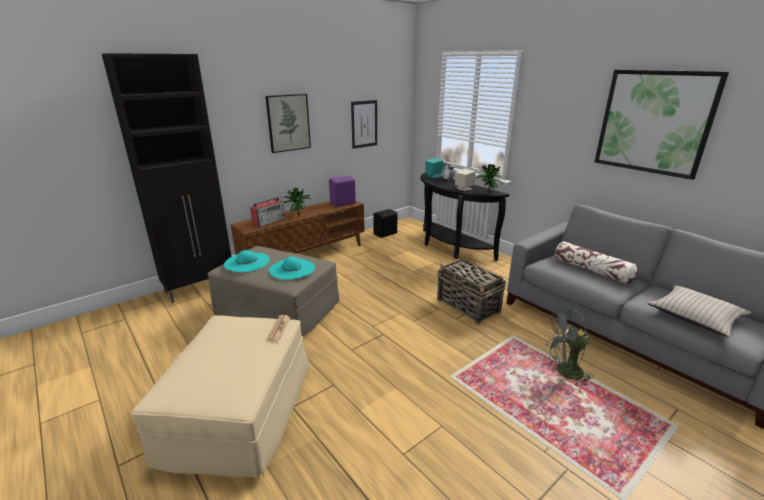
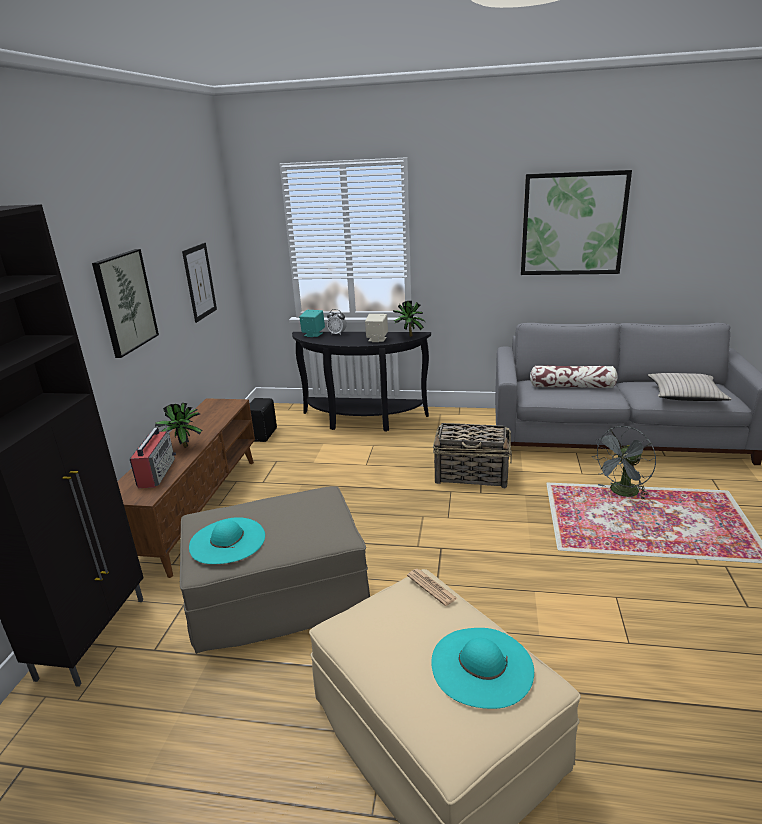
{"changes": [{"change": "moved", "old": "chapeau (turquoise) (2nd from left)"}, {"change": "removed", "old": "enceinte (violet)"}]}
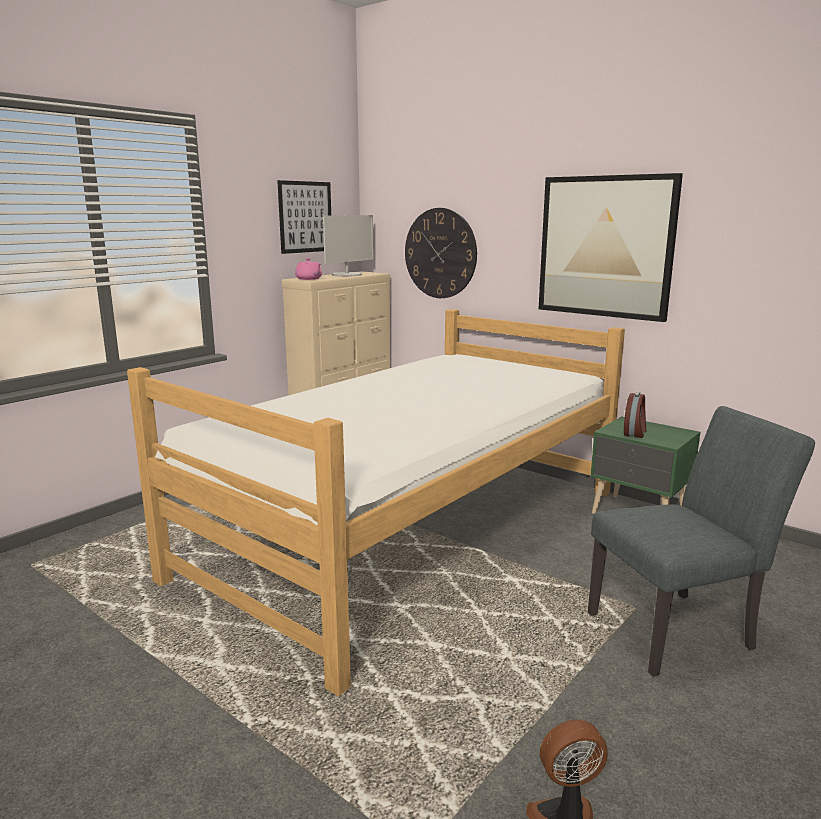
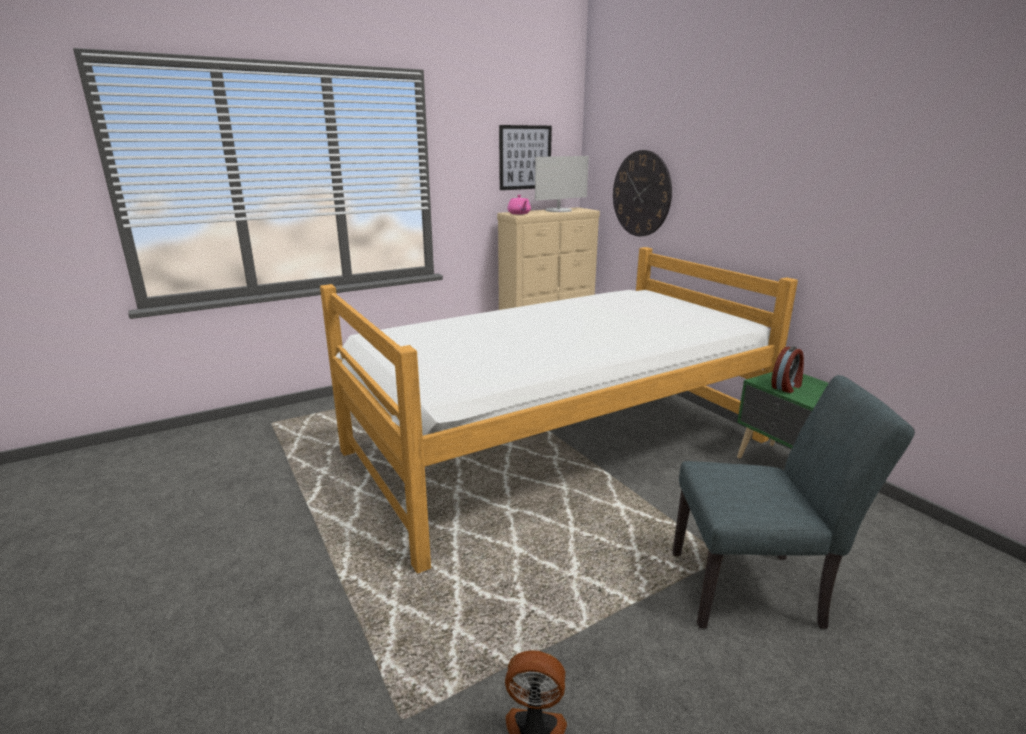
{"changes": [{"change": "removed", "old": "tableau (2nd from left)"}]}
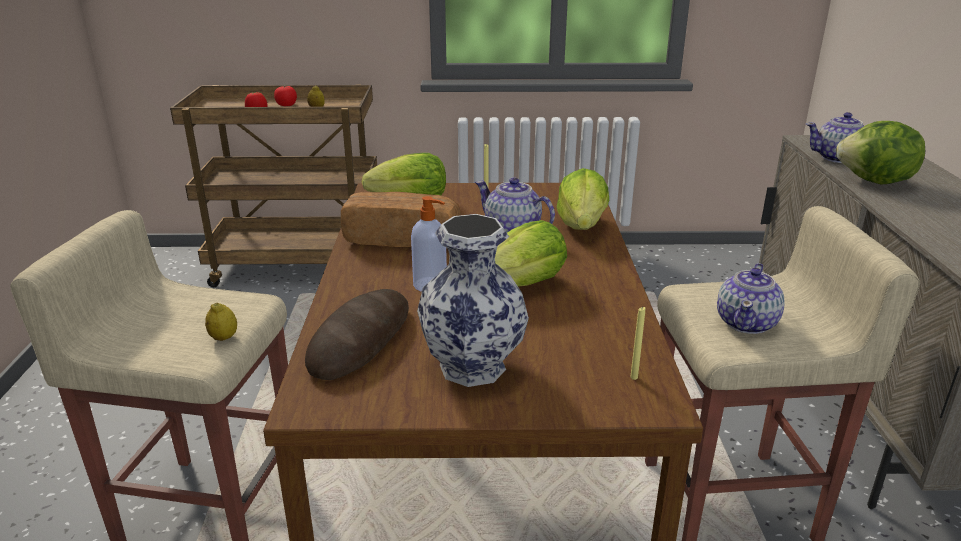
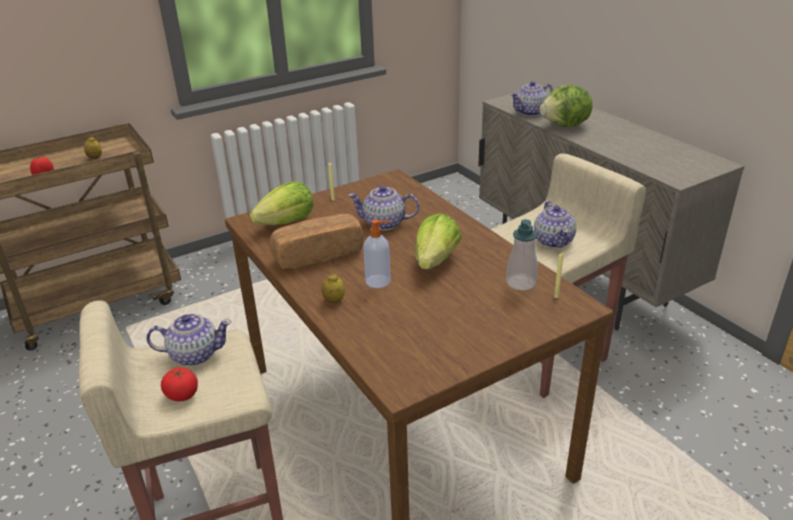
{"changes": [{"change": "moved", "old": "citron (1st from left in the first image)", "new": "citron (2nd from left)"}, {"change": "moved", "old": "tomate (2nd from left)"}, {"change": "removed", "old": "pain (1st from left)"}, {"change": "removed", "old": "vase"}, {"change": "removed", "old": "laitue (3rd from left)"}, {"change": "added", "new": "théière (1st from left)"}, {"change": "added", "new": "distributeur de savon (2nd from left)"}]}
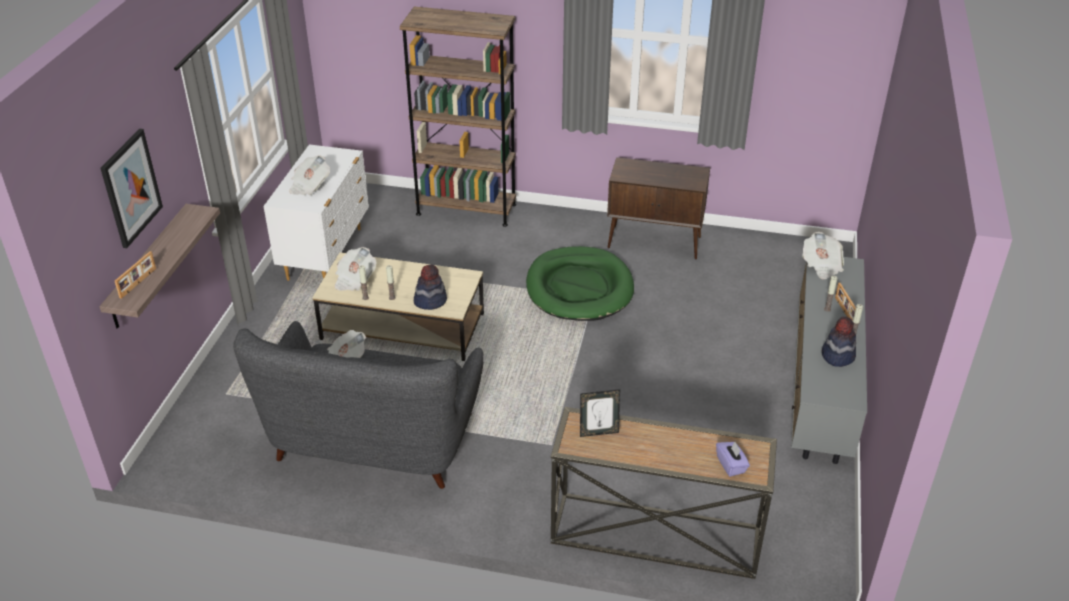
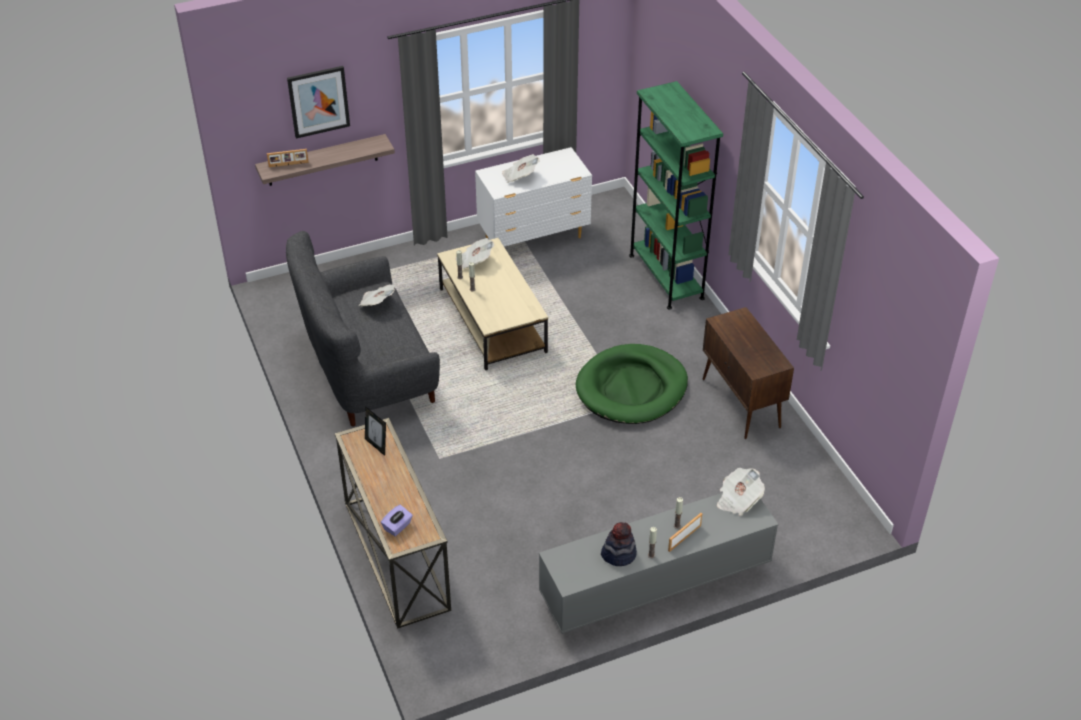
{"changes": [{"change": "recoloured", "old": "bibliothèque (marron)", "new": "bibliothèque (vert)"}, {"change": "removed", "old": "chapeau (1st from left)"}]}
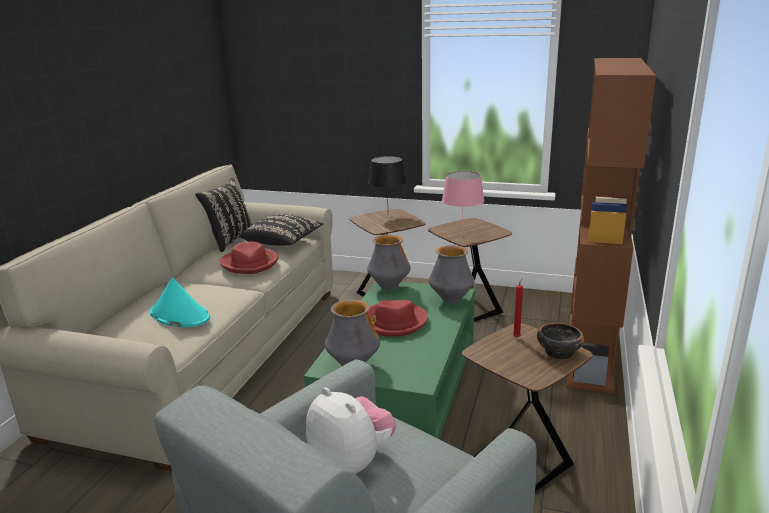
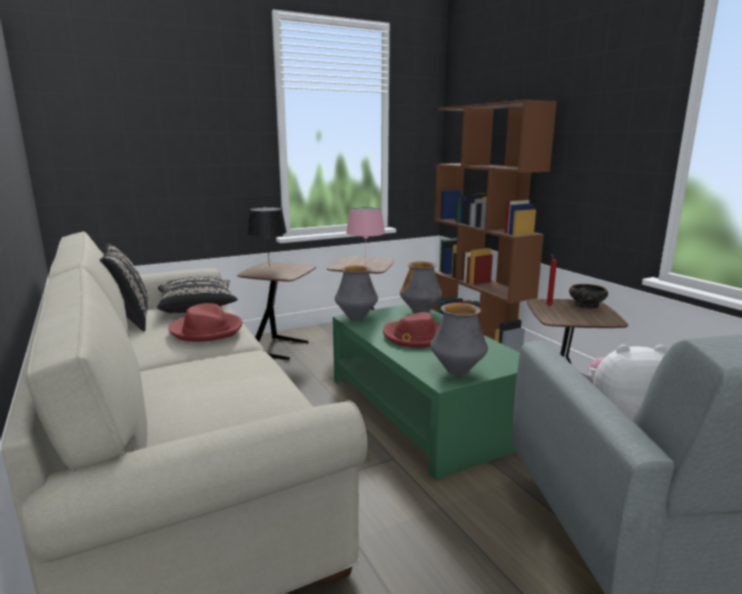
{"changes": [{"change": "removed", "old": "chapeau (turquoise)"}]}
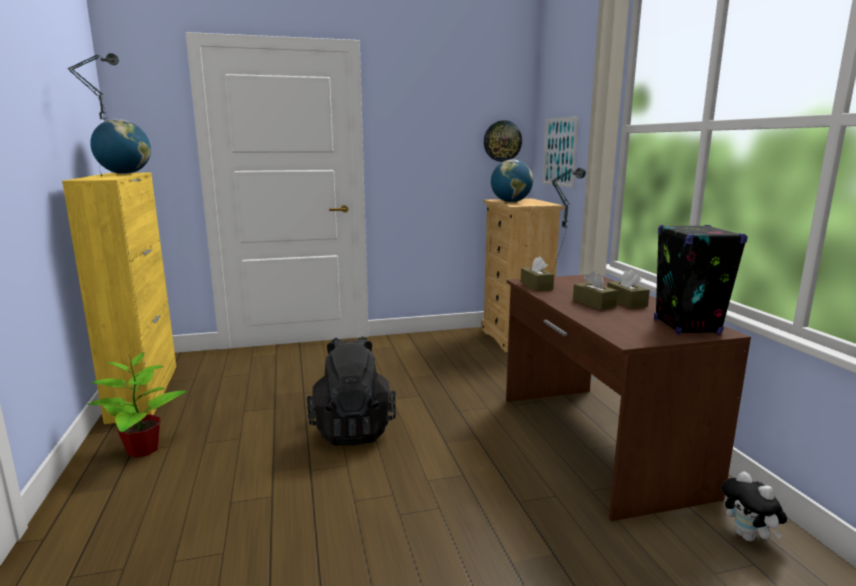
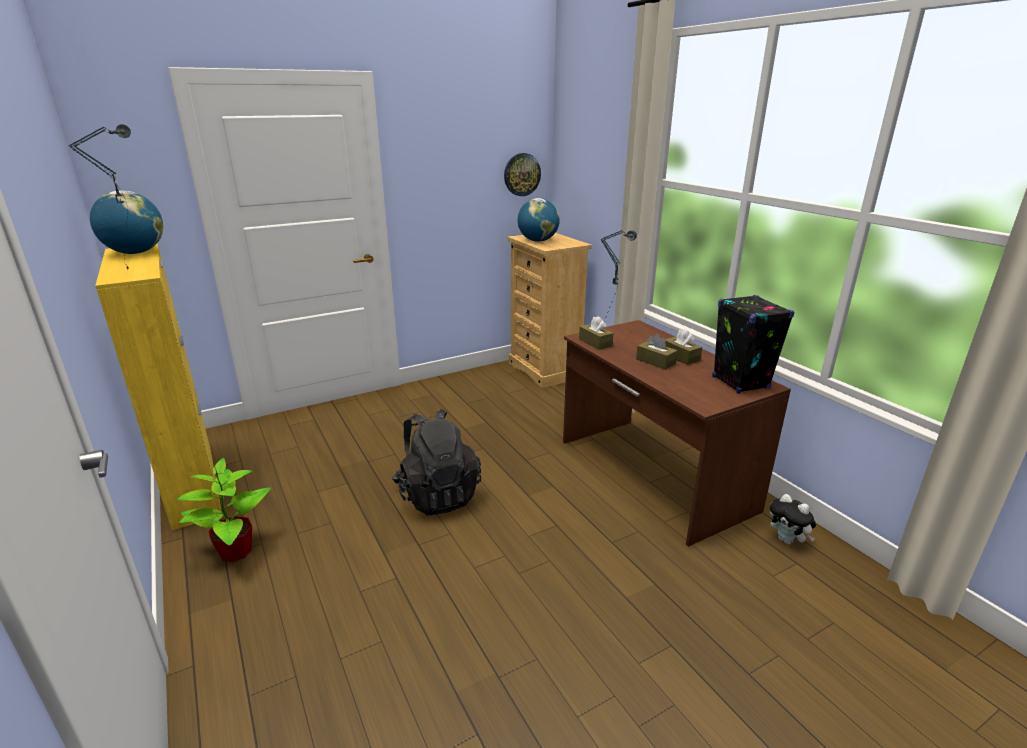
{"changes": [{"change": "removed", "old": "tableau"}]}
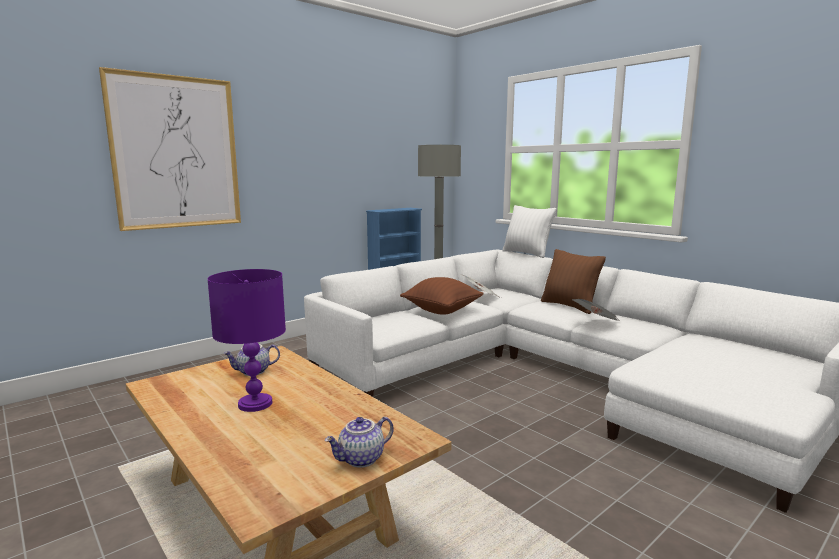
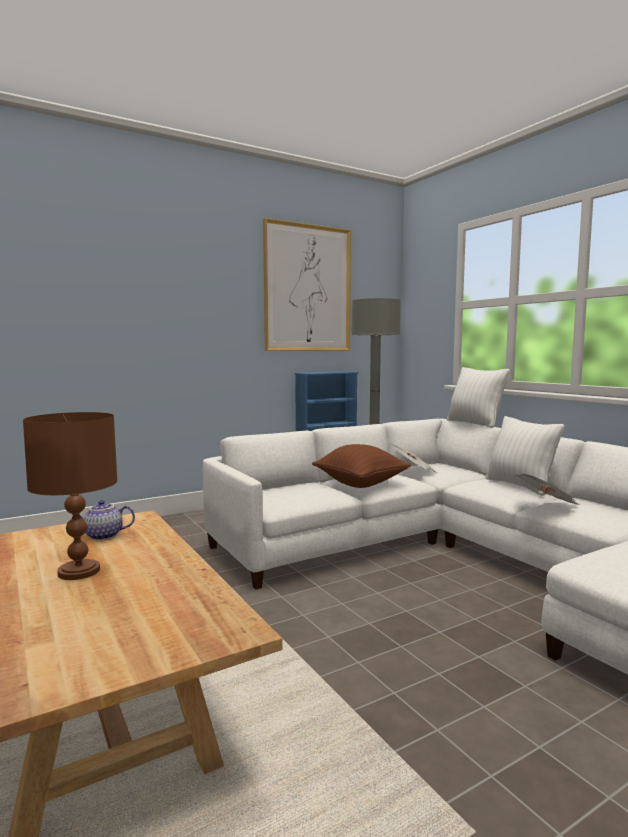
{"changes": [{"change": "moved", "old": "tableau"}, {"change": "recoloured", "old": "lampe de table (violet)", "new": "lampe de table (marron)"}, {"change": "removed", "old": "théière (2nd from left)"}, {"change": "recoloured", "old": "coussin (marron) (2nd from left)", "new": "coussin (blanc) (2nd from left)"}]}
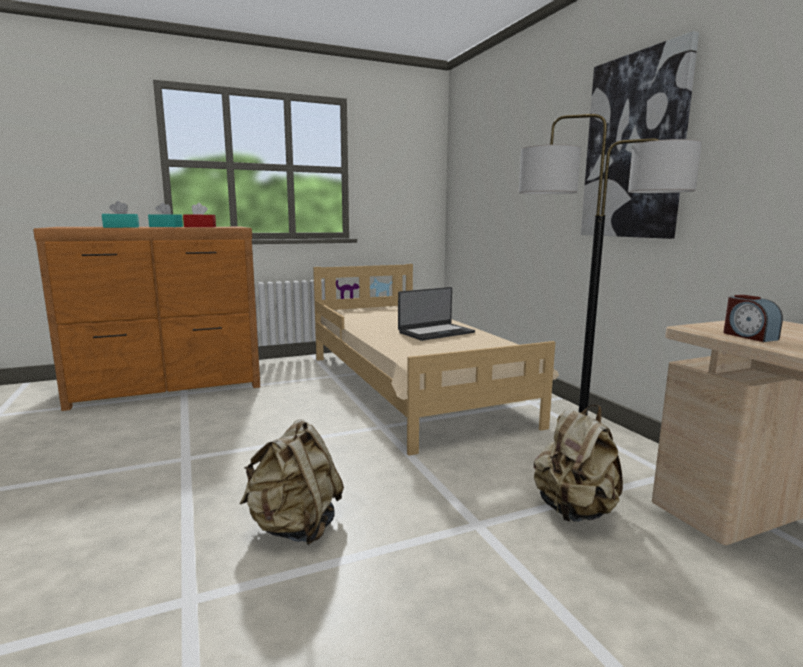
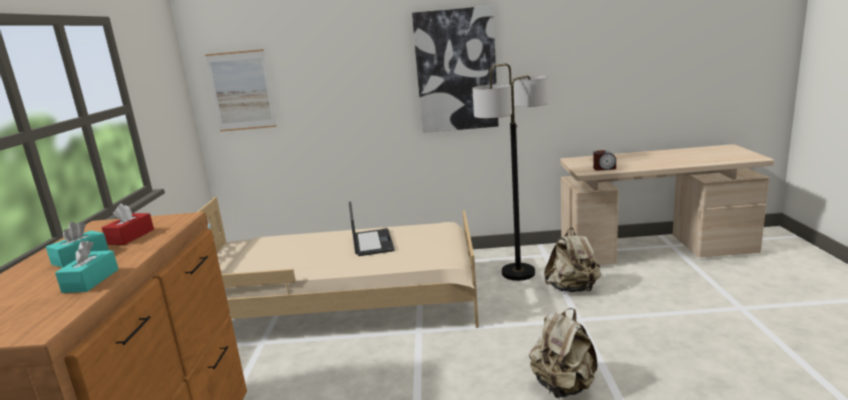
{"changes": [{"change": "added", "new": "tableau (1st from left)"}]}
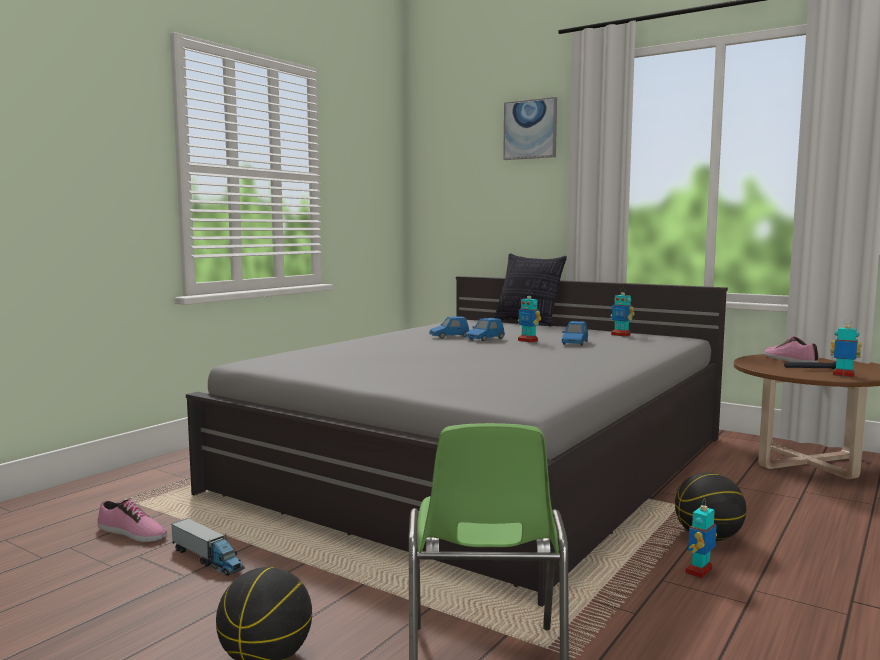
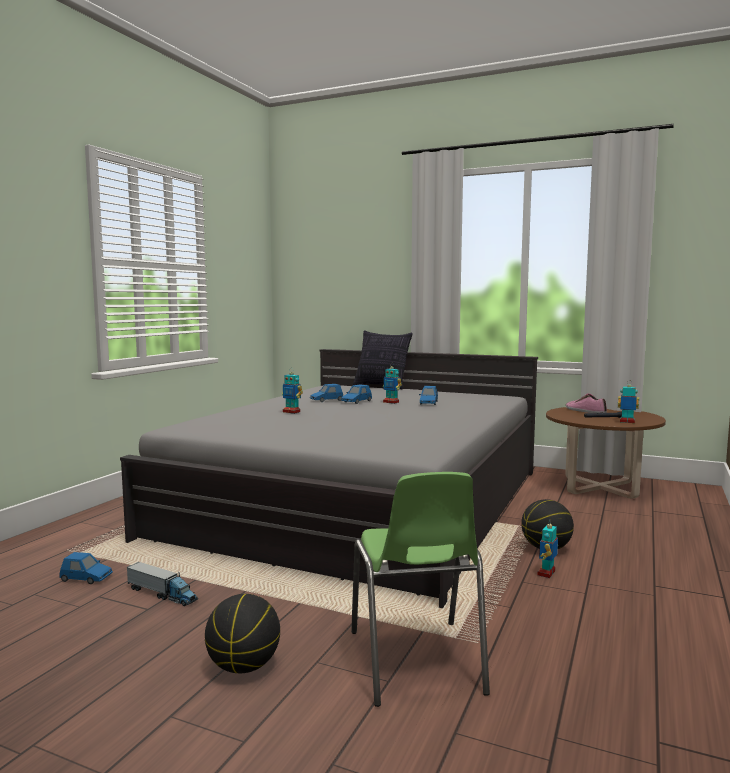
{"changes": [{"change": "replaced", "old": "chaussure (1st from left)", "new": "petite voiture (bleu) (1st from left)"}, {"change": "removed", "old": "tableau"}, {"change": "moved", "old": "robot jouet (2nd from left in the first image)", "new": "robot jouet (1st from left)"}]}
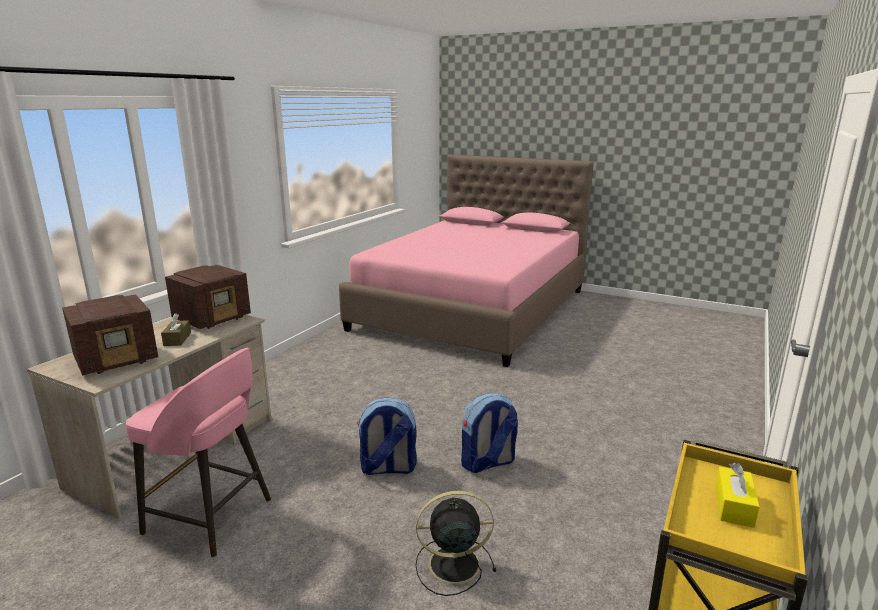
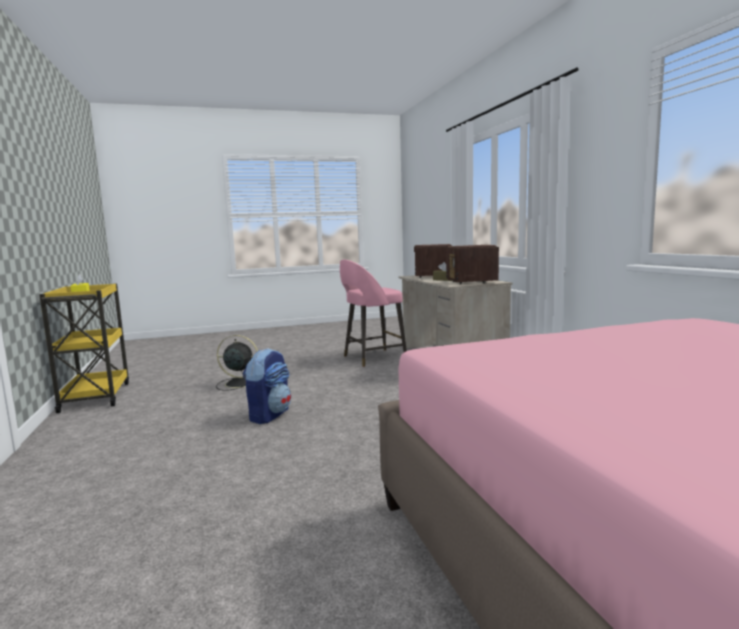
{"changes": [{"change": "removed", "old": "sac à dos (1st from left)"}, {"change": "turned", "old": "ventilateur (noir)", "degrees": -120}]}
